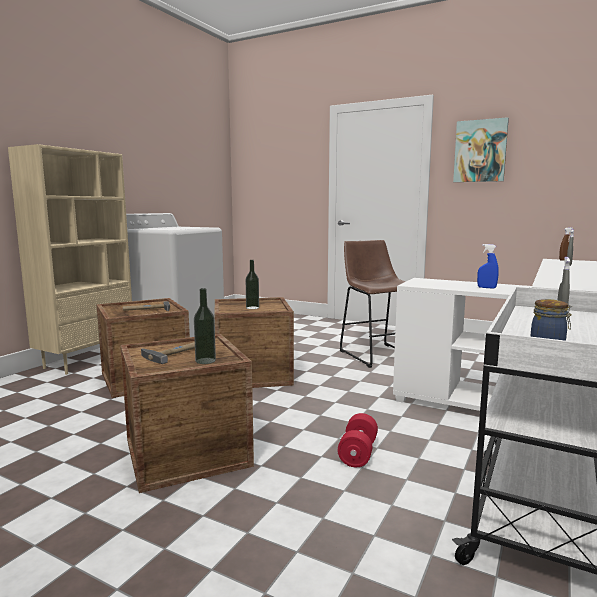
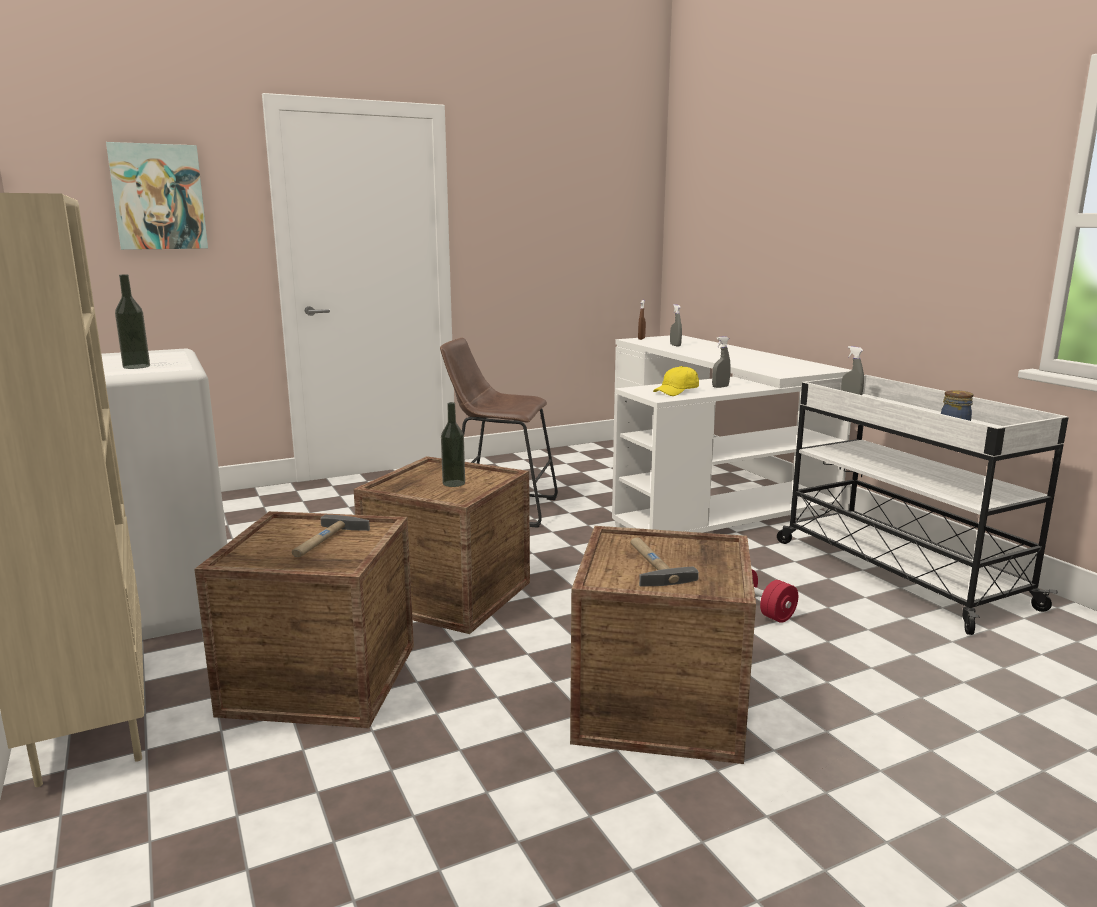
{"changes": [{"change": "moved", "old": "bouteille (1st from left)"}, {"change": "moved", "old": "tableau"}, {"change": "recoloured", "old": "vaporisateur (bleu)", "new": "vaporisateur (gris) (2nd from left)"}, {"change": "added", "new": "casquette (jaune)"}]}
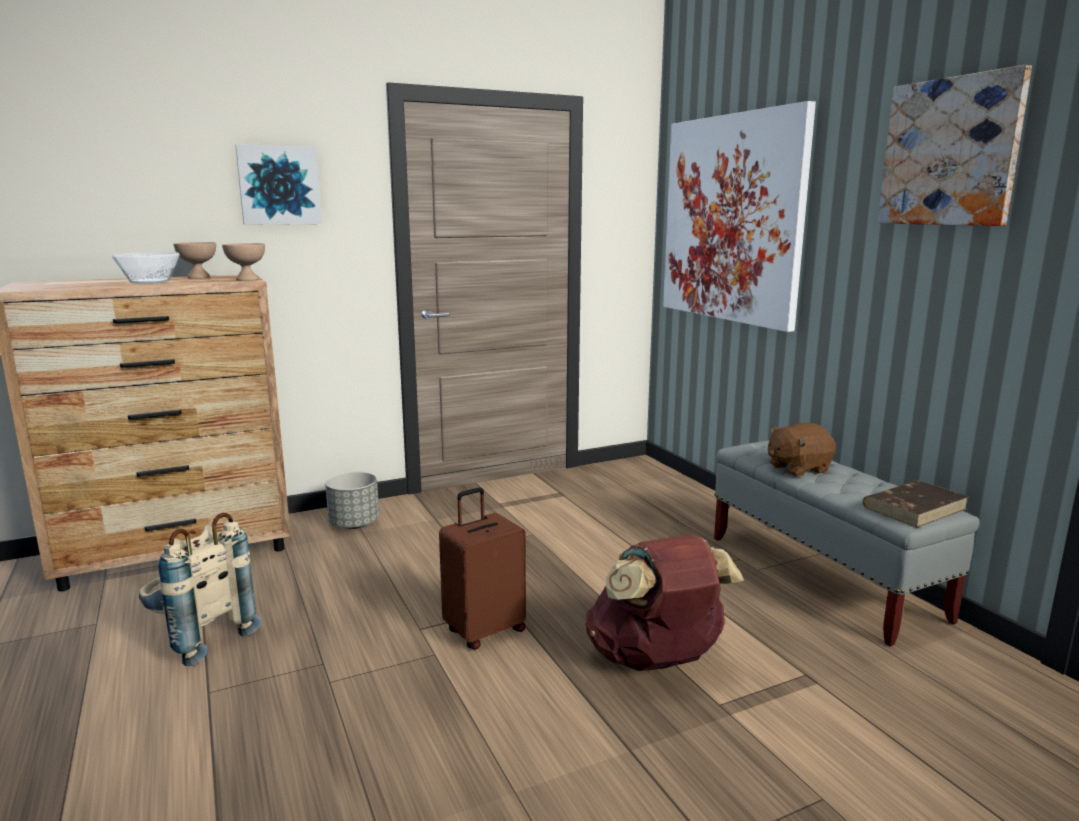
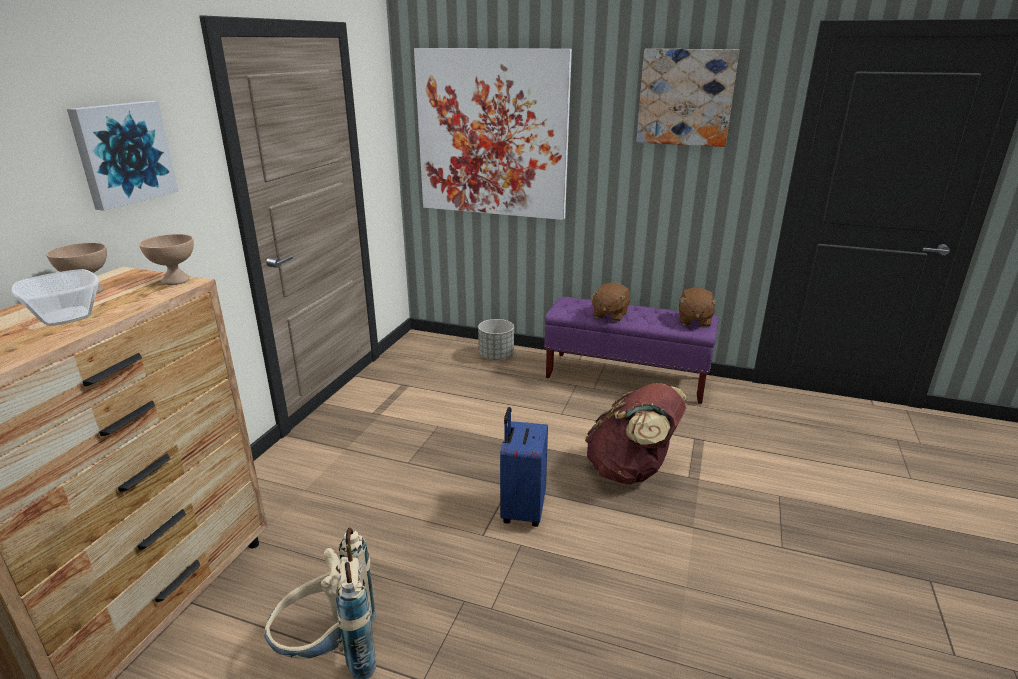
{"changes": [{"change": "moved", "old": "cache-pot (gris)"}, {"change": "recoloured", "old": "valise (marron)", "new": "valise (bleu)"}, {"change": "recoloured", "old": "banc (gris)", "new": "banc (violet)"}, {"change": "replaced", "old": "livre (marron)", "new": "peluche (marron) (2nd from left)"}]}
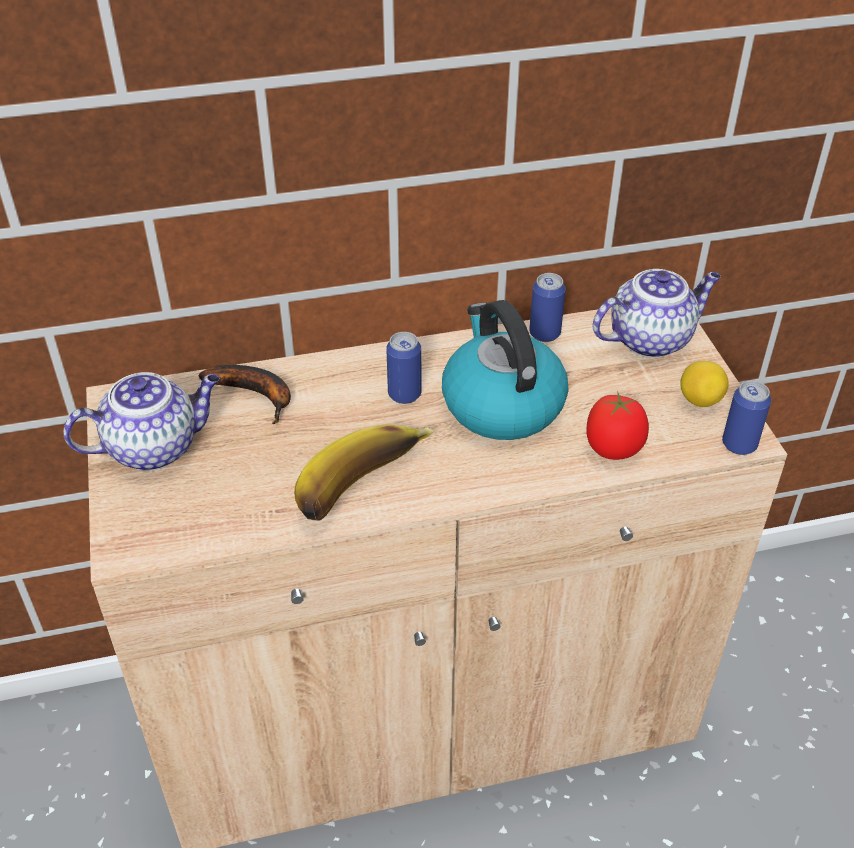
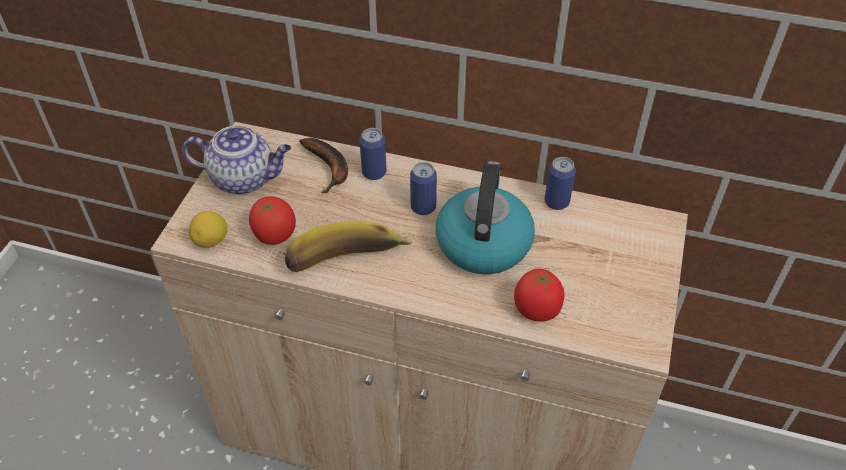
{"changes": [{"change": "removed", "old": "théière (2nd from left)"}, {"change": "moved", "old": "citron"}, {"change": "moved", "old": "boîte métallique (3rd from left in the first image)", "new": "boîte métallique (1st from left)"}, {"change": "added", "new": "tomate (1st from left)"}]}
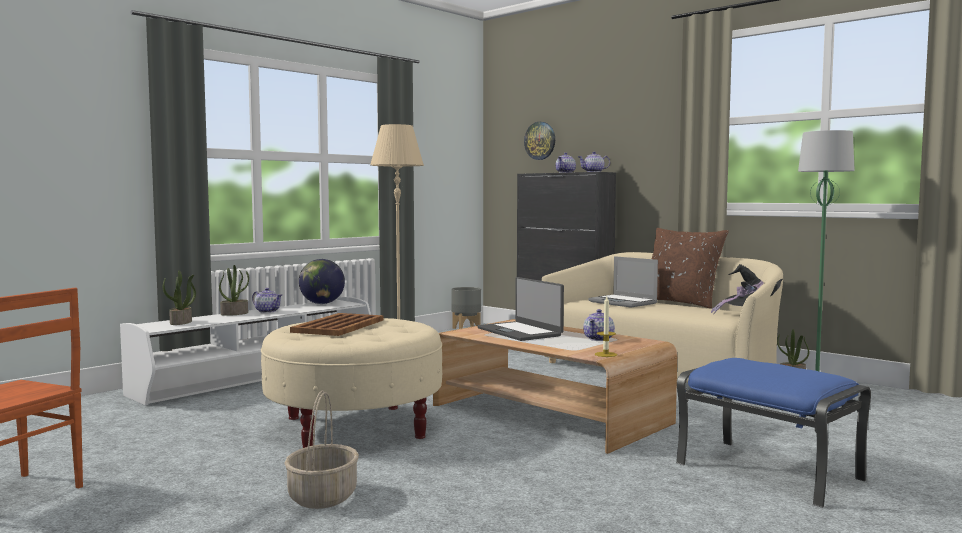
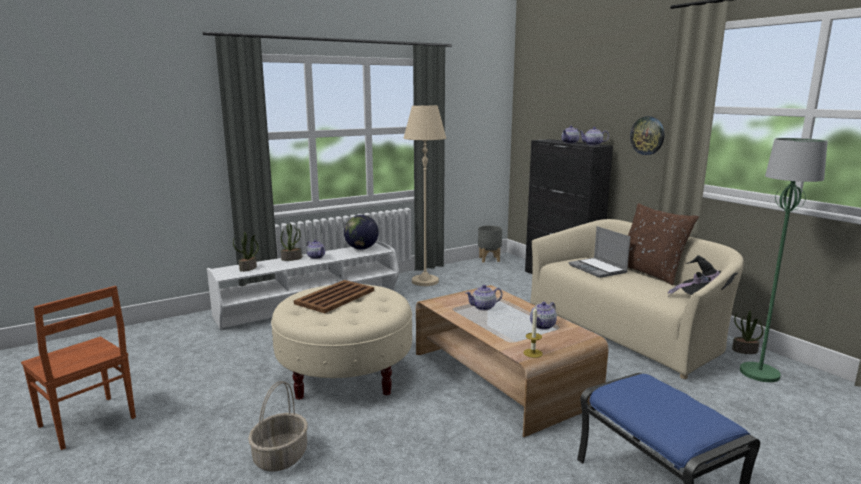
{"changes": [{"change": "replaced", "old": "ordinateur portable (1st from left)", "new": "théière (2nd from left)"}, {"change": "moved", "old": "horloge murale"}]}
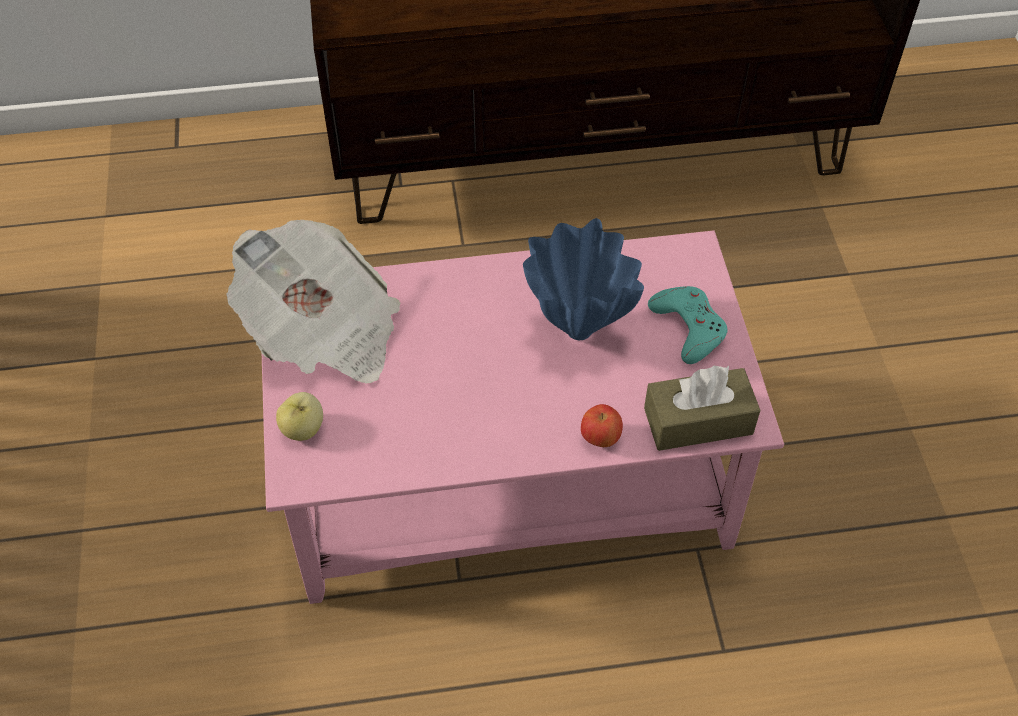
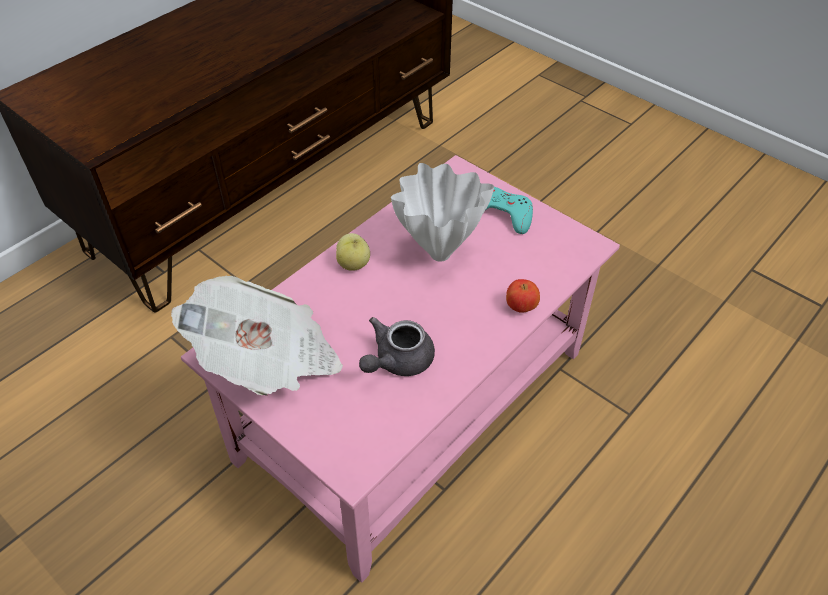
{"changes": [{"change": "moved", "old": "pomme (1st from left)"}, {"change": "recoloured", "old": "vase (bleu)", "new": "vase (blanc)"}, {"change": "removed", "old": "boîte à mouchoirs (marron)"}, {"change": "added", "new": "théière (gris)"}]}
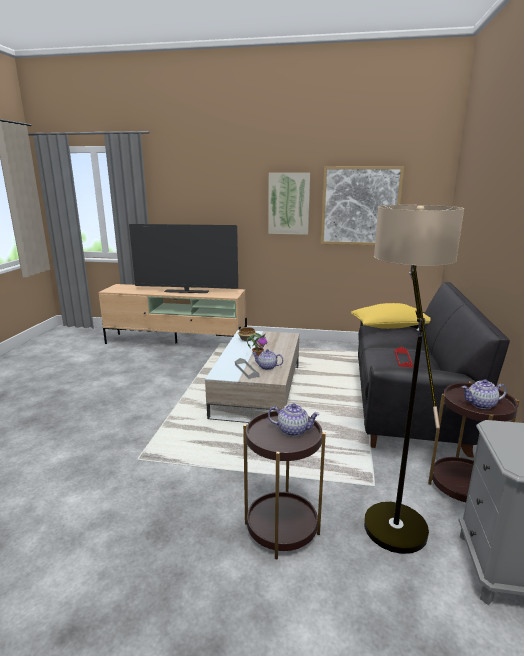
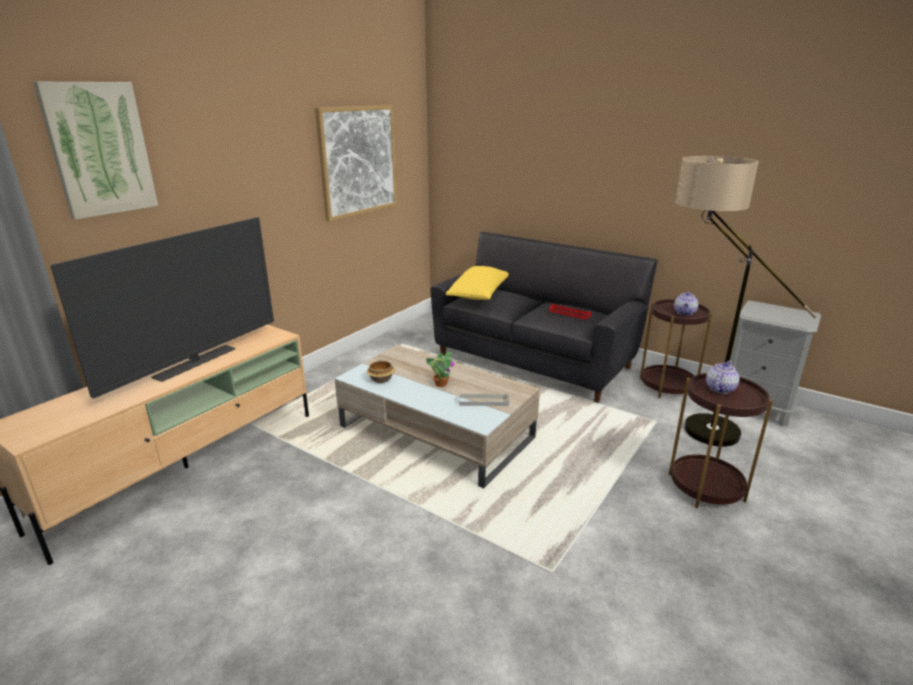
{"changes": [{"change": "removed", "old": "théière (1st from left)"}, {"change": "moved", "old": "tableau (1st from left)"}]}
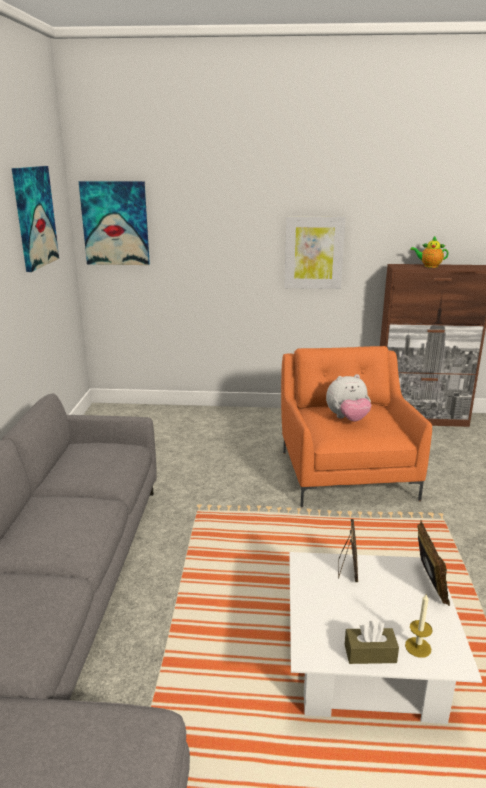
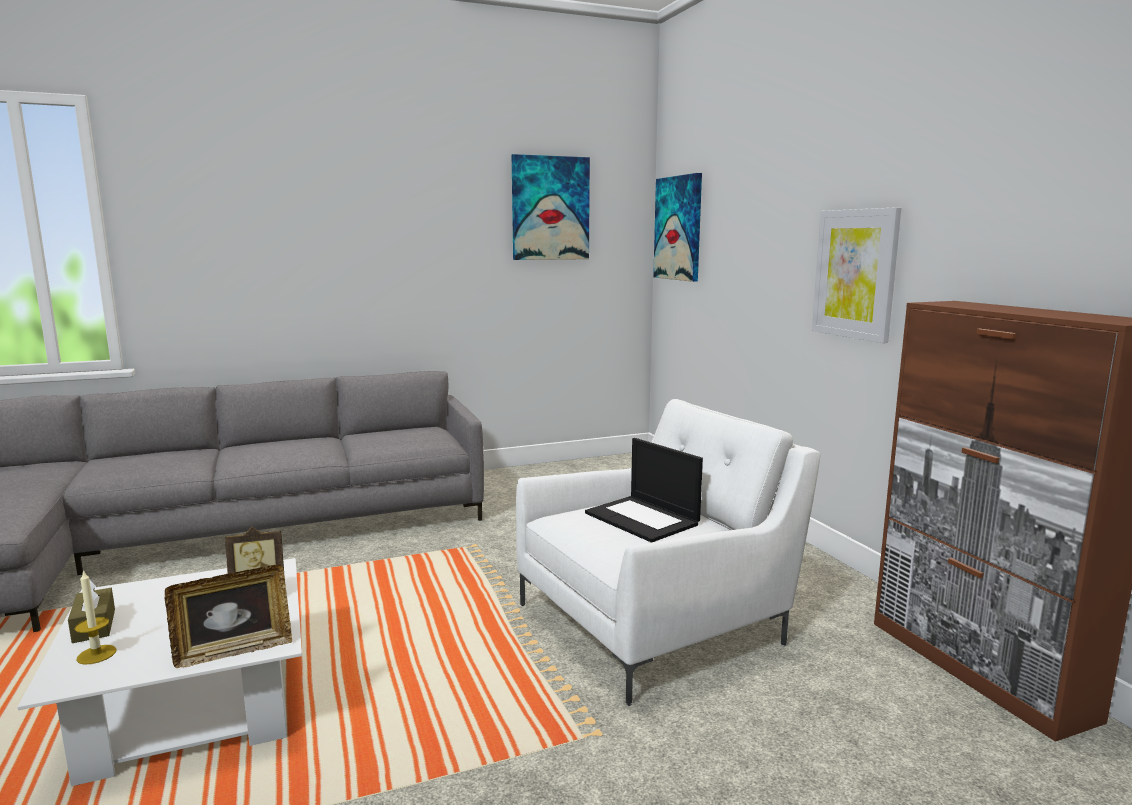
{"changes": [{"change": "recoloured", "old": "fauteuil (orange)", "new": "fauteuil (blanc)"}, {"change": "replaced", "old": "peluche", "new": "ordinateur portable"}, {"change": "removed", "old": "théière"}]}
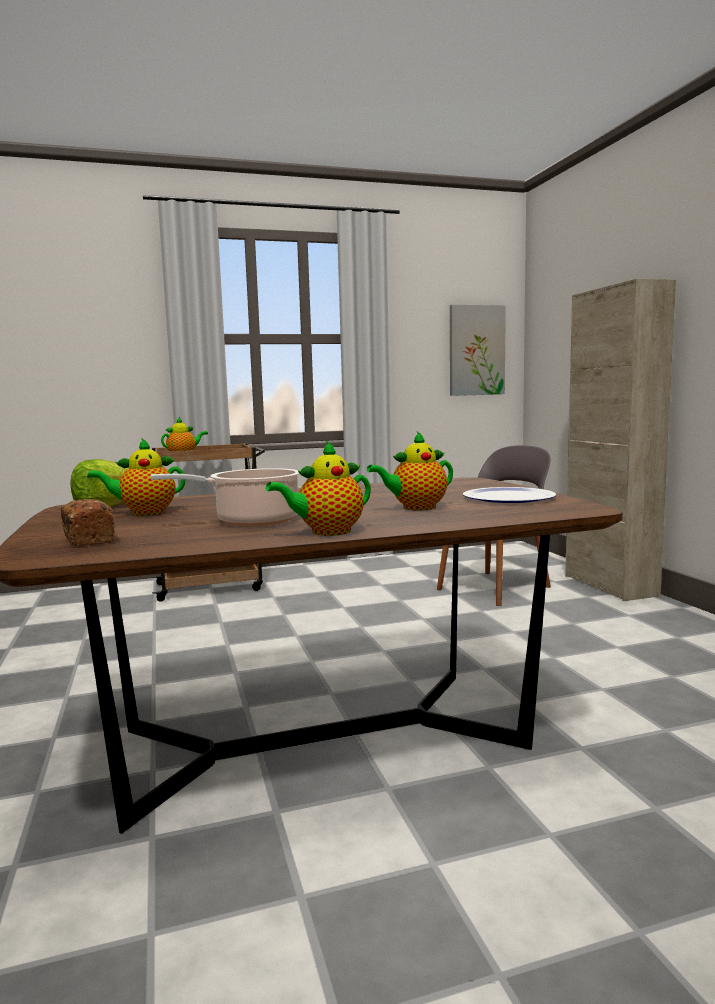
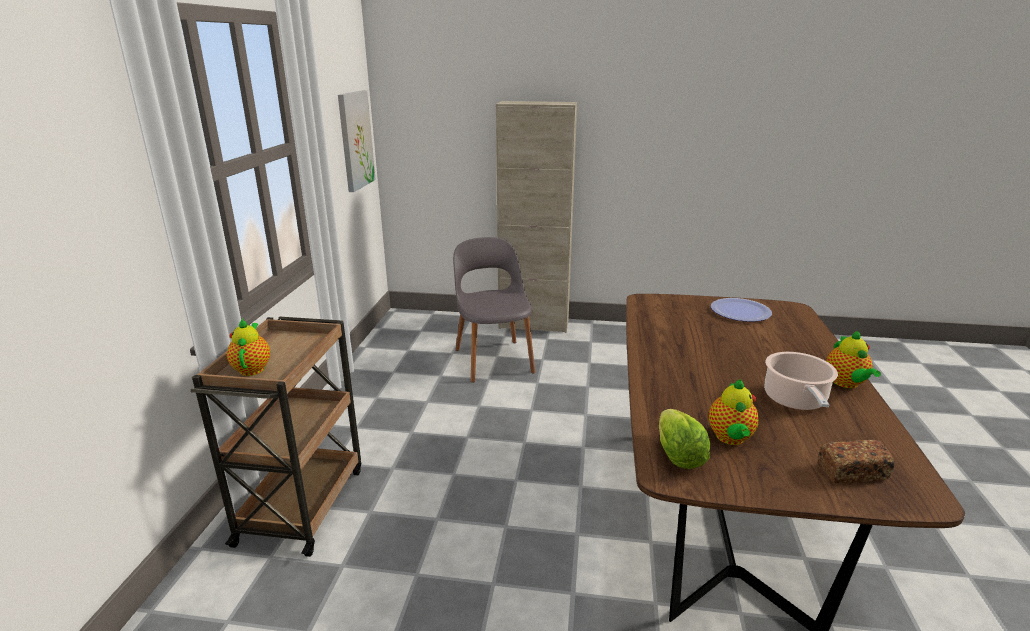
{"changes": [{"change": "removed", "old": "théière (4th from left)"}]}
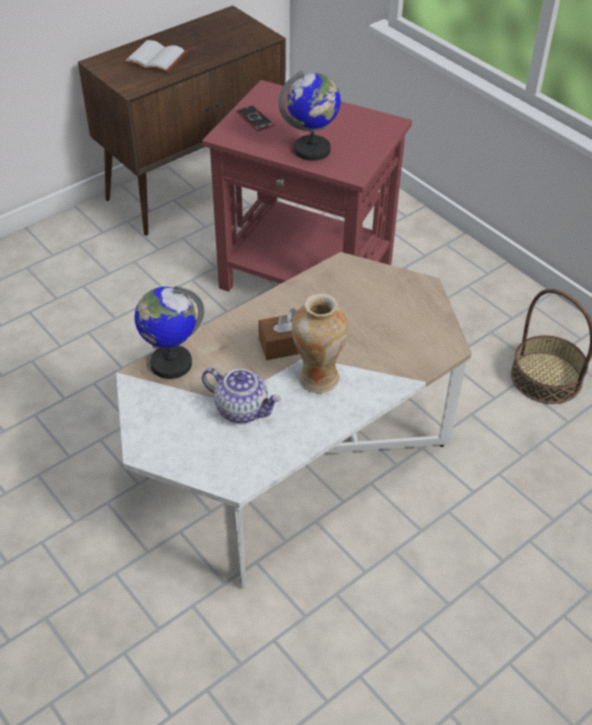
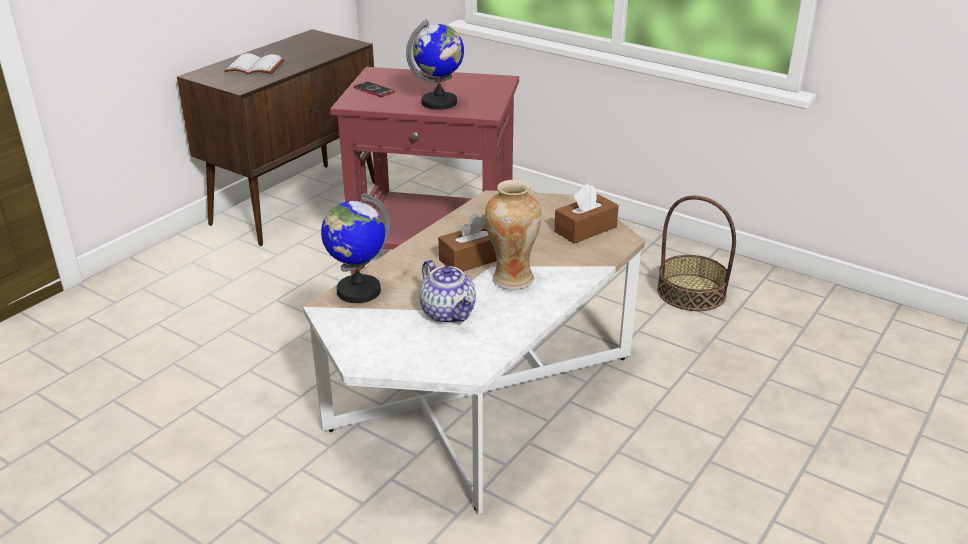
{"changes": [{"change": "turned", "old": "théière", "degrees": 45}, {"change": "added", "new": "boîte à mouchoirs (marron) (2nd from left)"}]}
